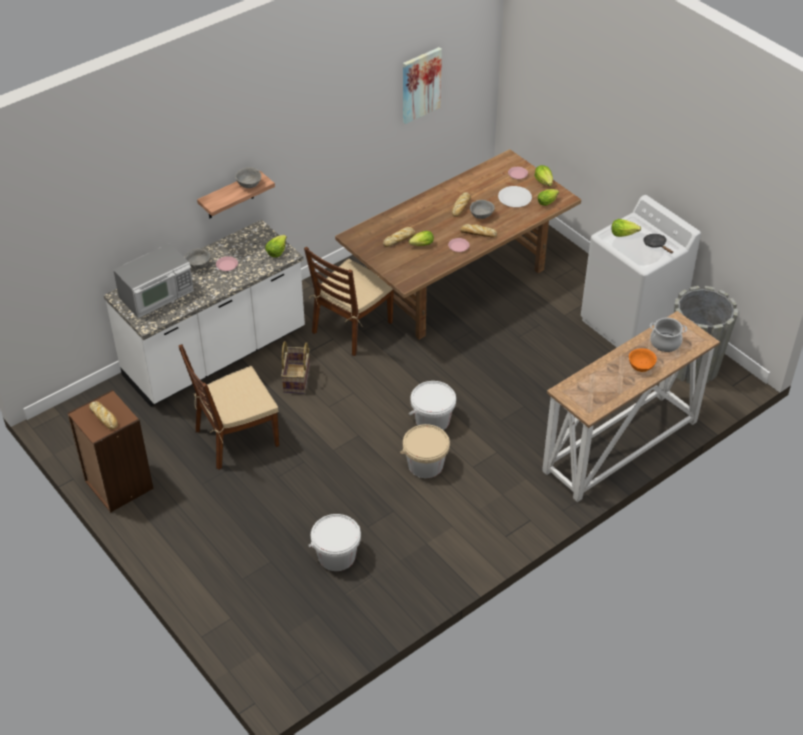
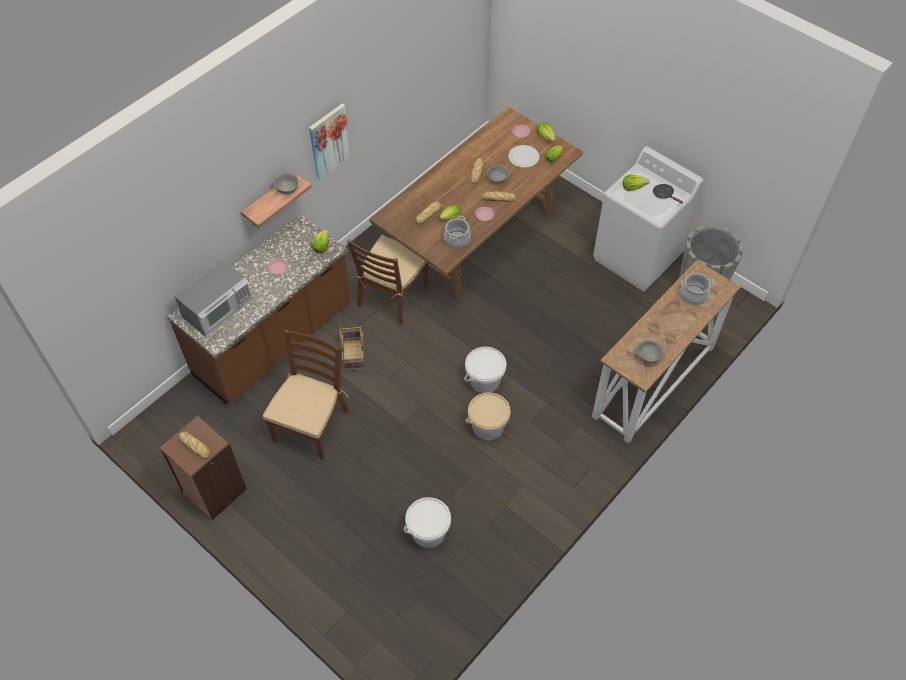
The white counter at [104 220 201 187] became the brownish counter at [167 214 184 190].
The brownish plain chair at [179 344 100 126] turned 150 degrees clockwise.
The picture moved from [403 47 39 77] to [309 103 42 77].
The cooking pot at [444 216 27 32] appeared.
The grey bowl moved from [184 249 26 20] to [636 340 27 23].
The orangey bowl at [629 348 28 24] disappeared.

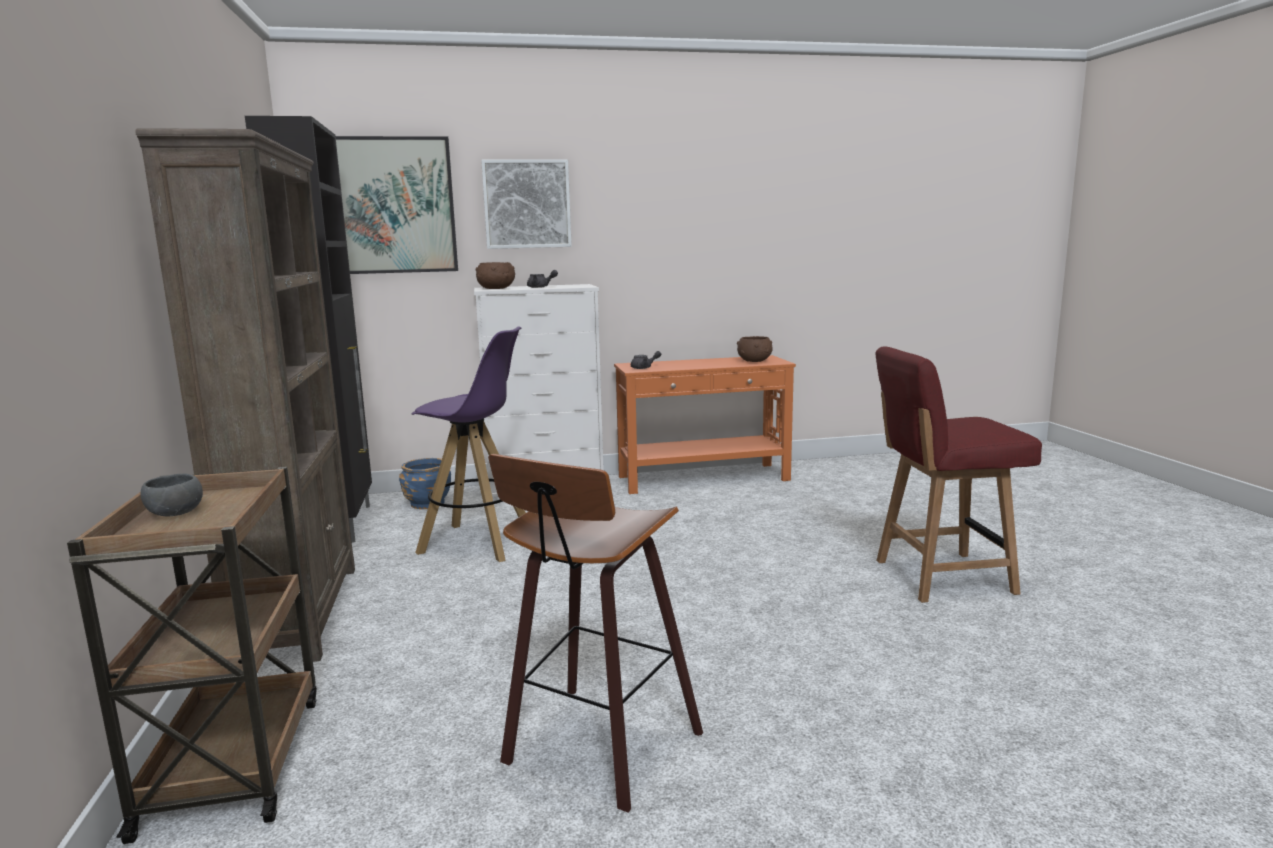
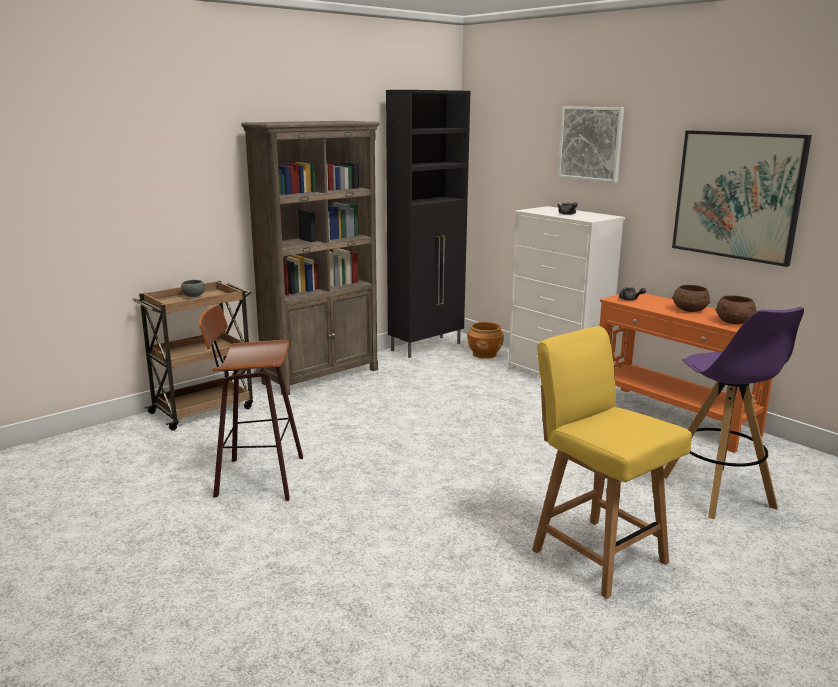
The bluish plant pot at [399 458 52 51] became the brownish plant pot at [467 322 37 37].
The red-coloured plain chair at [875 347 167 256] became the yellow plain chair at [532 326 160 273].
The purple stool seat moved from [412 326 114 236] to [664 307 140 212].
The picture moved from [336 136 122 138] to [672 130 140 137].
The brownish bowl moved from [476 262 39 27] to [672 285 38 27].

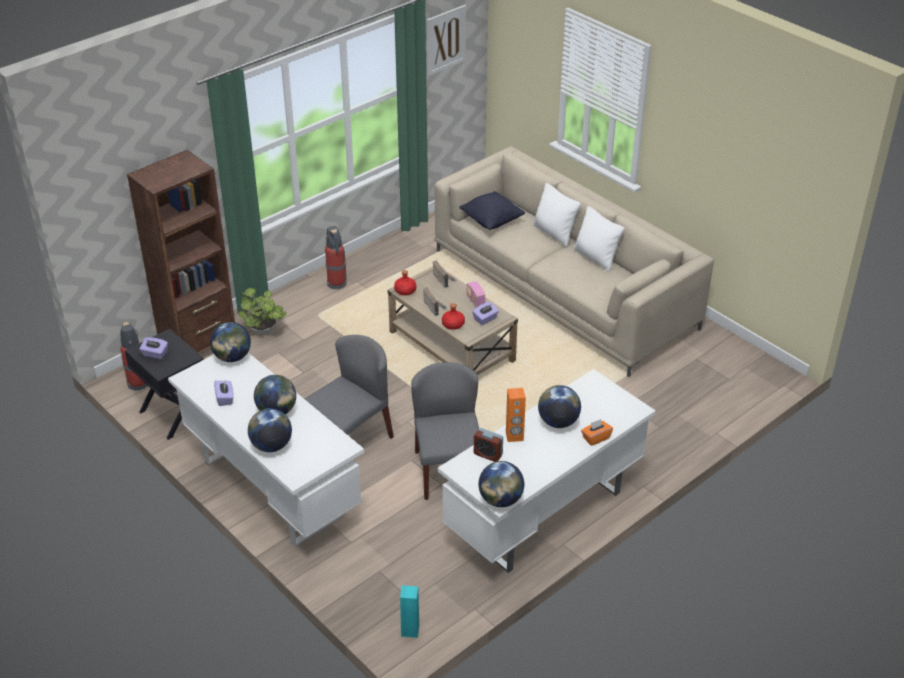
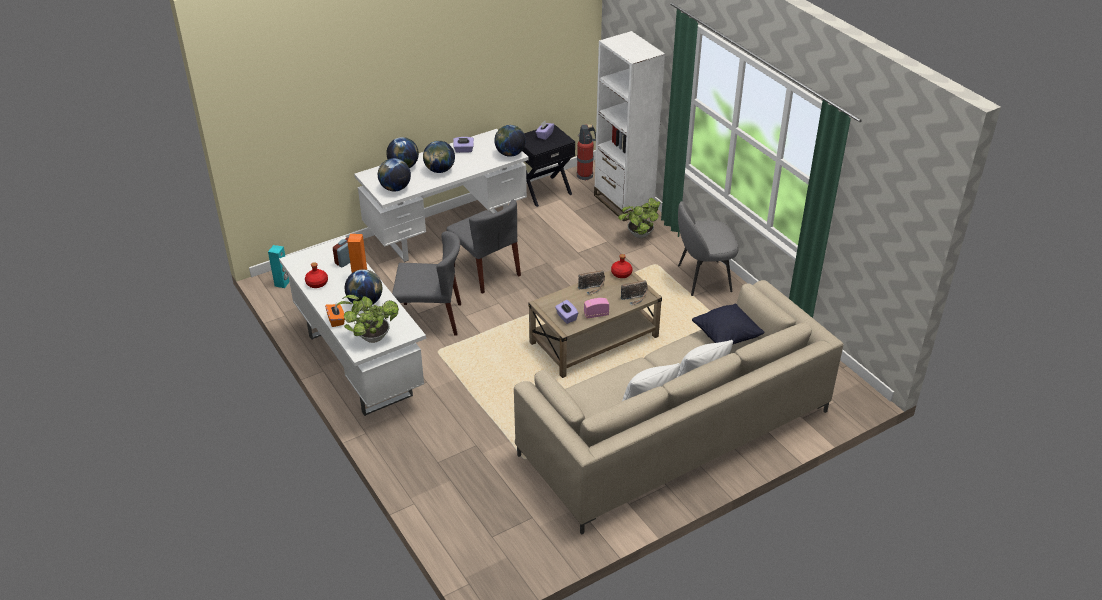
The red-coloured beverage bottle moved from [442 303 23 27] to [305 262 23 26].
The potted plant at [337 295 62 48] appeared.
The desk globe moved from [479 461 45 46] to [378 158 33 33].
The brownish shelving unit at [127 150 108 209] became the white shelving unit at [594 31 71 190].
The extinguisher at [325 226 22 63] was replaced by the grey plain chair at [678 201 61 95].
The picture at [427 5 39 71] disappeared.

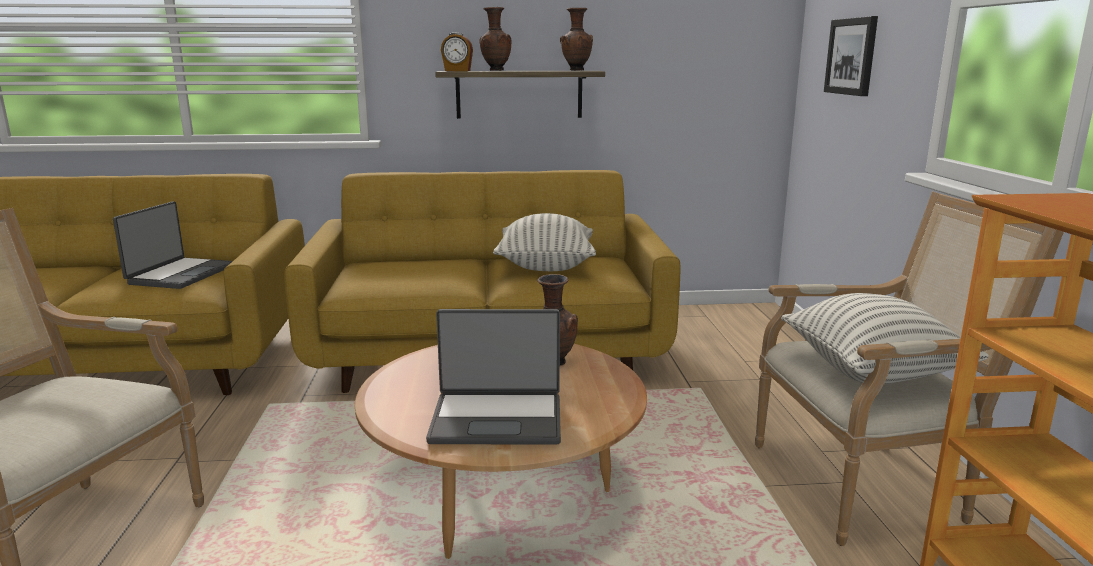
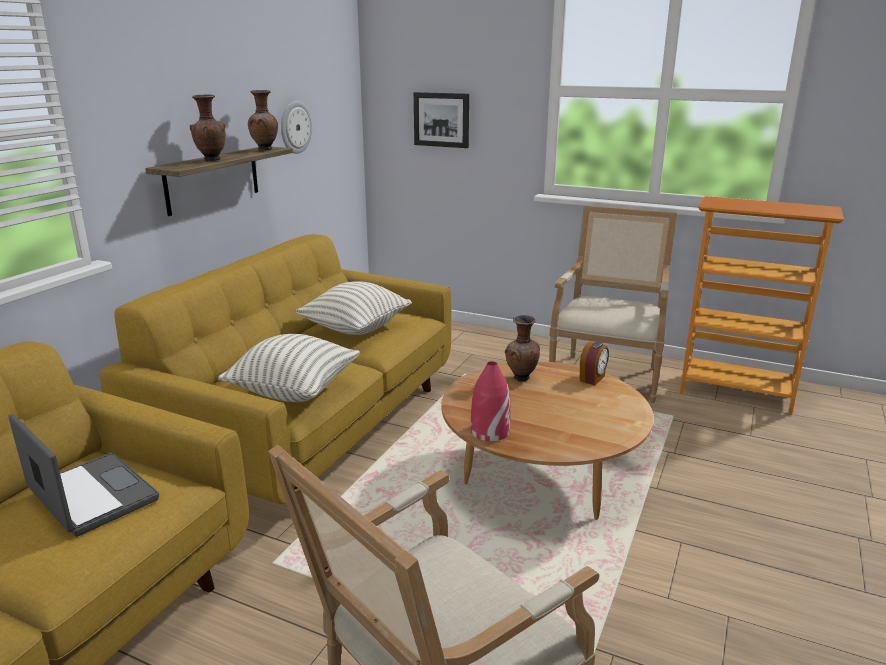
The pillow moved from [781 293 208 91] to [218 334 142 68].
The hanging clock at [281 101 31 53] appeared.
The red-coloured flower vase at [471 361 40 80] appeared.
The bedside clock moved from [441 32 32 39] to [580 341 29 44].
The laptop at [426 309 135 135] disappeared.

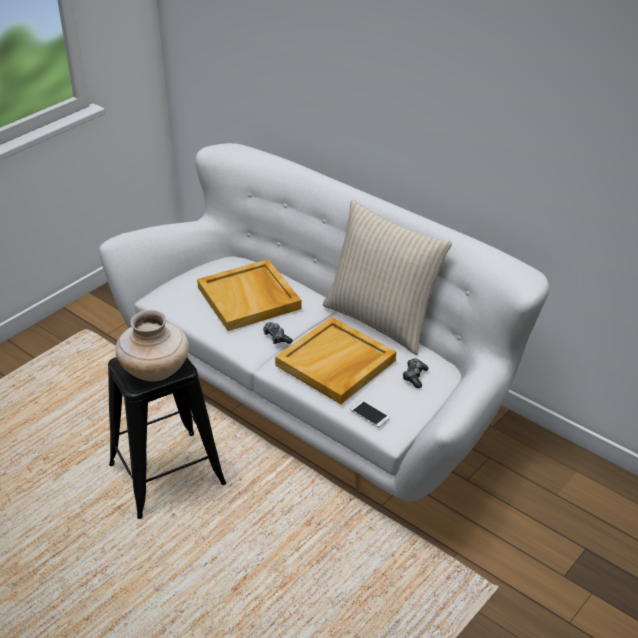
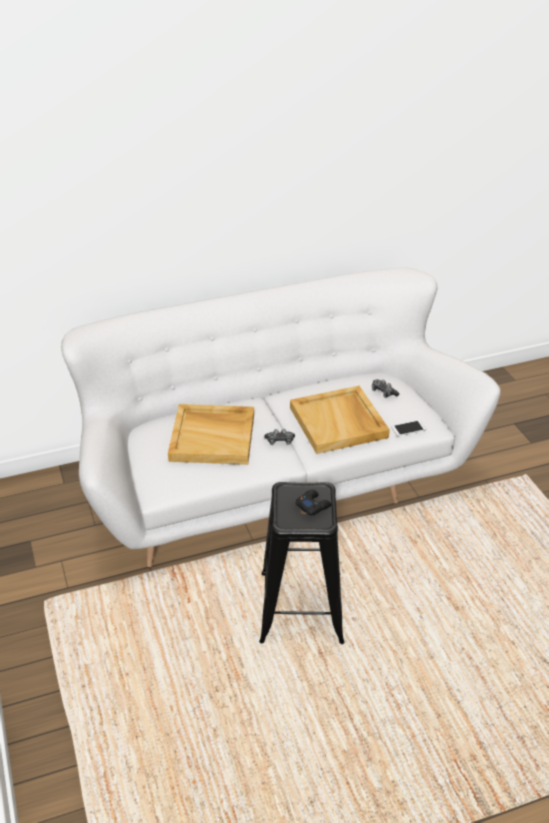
The beige-coloured flower vase at [115 310 74 71] was replaced by the blackish gamepad at [296 490 35 26].
The beige-coloured pillow at [323 200 129 155] disappeared.

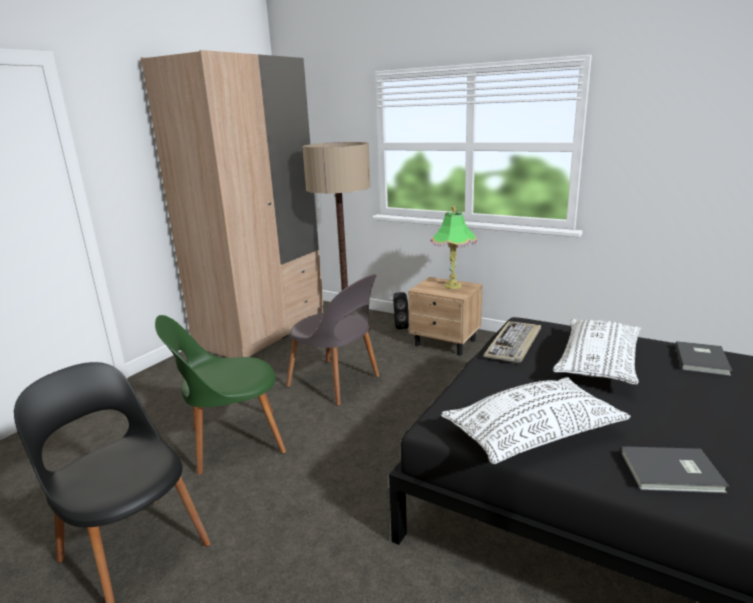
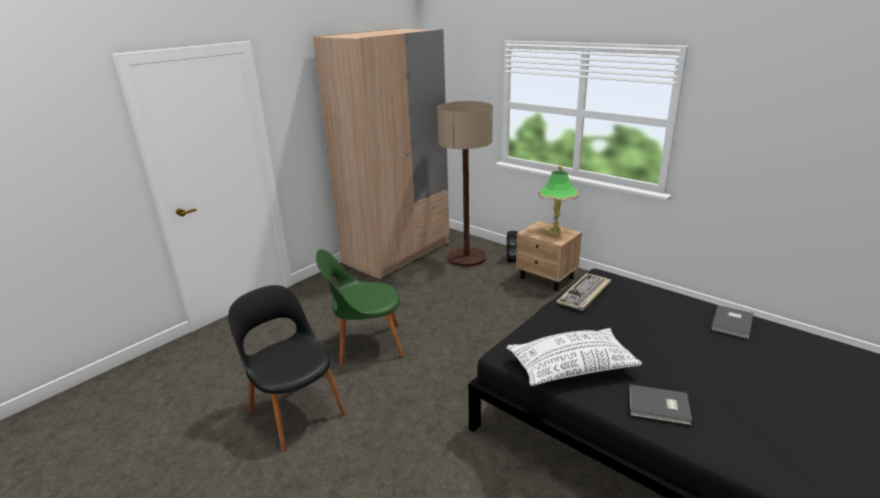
The grey plain chair at [286 274 93 132] disappeared.
The white pillow at [553 319 88 66] disappeared.

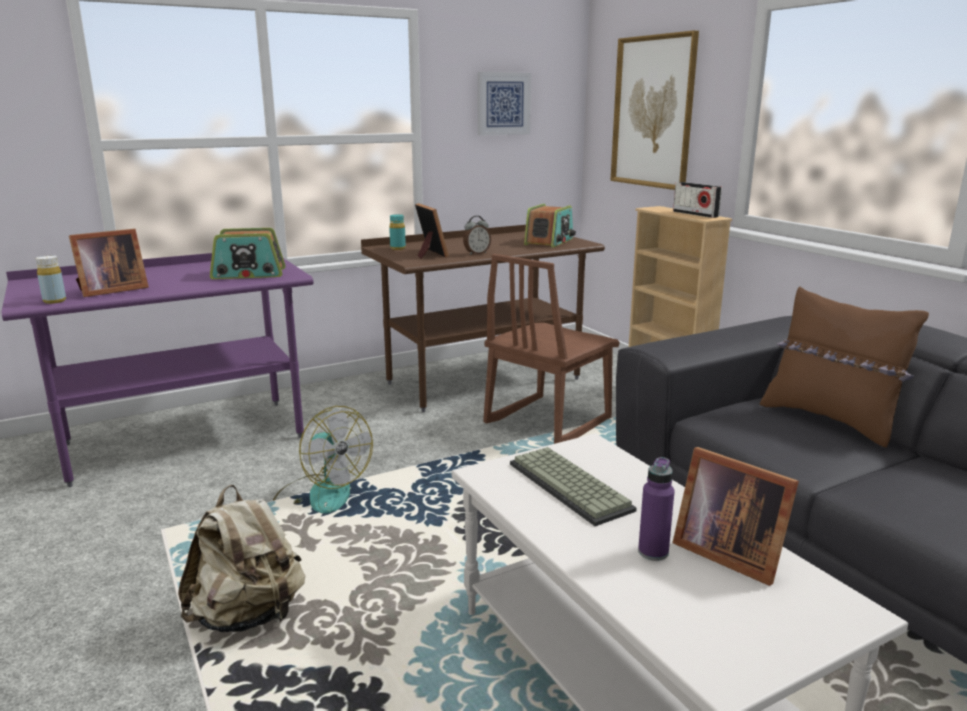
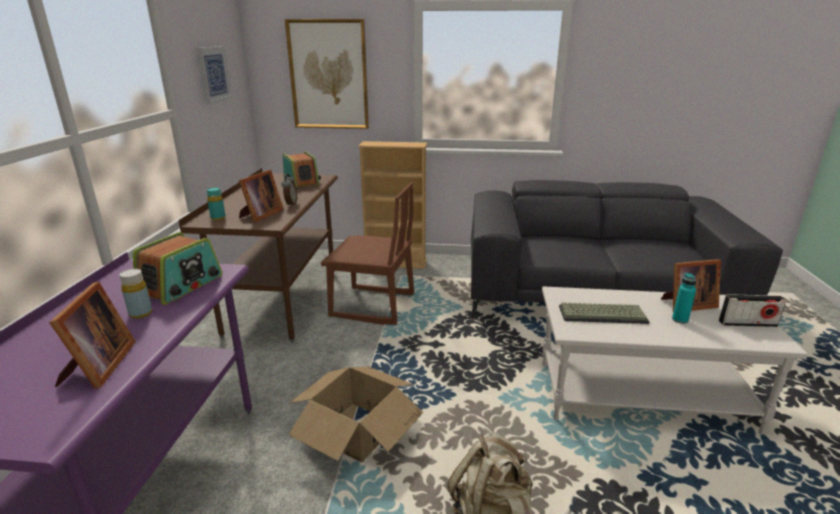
The yellow beverage bottle moved from [36 255 30 49] to [119 269 33 50].
The standing frame at [415 203 34 56] turned 105 degrees clockwise.
The electric fan at [273 406 100 107] was replaced by the cardboard box at [289 366 134 96].
The brownish plain chair at [483 254 137 190] turned 60 degrees counterclockwise.
The purple beverage bottle at [638 457 37 104] became the blue-green beverage bottle at [672 273 24 51].
The radio set moved from [673 182 49 36] to [719 294 67 33].
The brownish pillow at [760 287 169 161] disappeared.

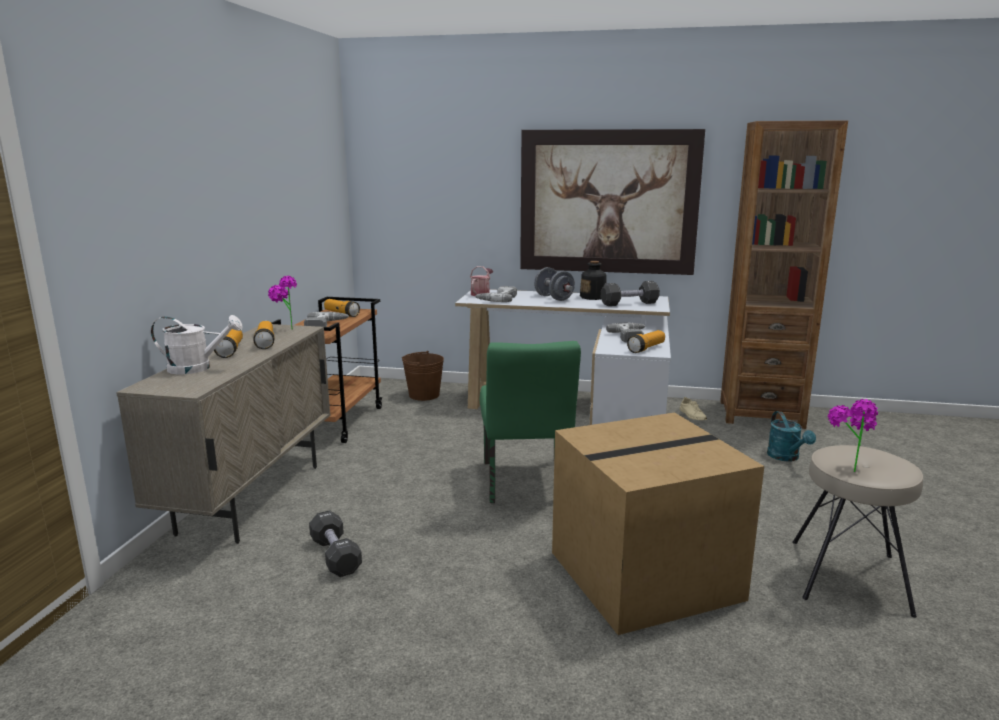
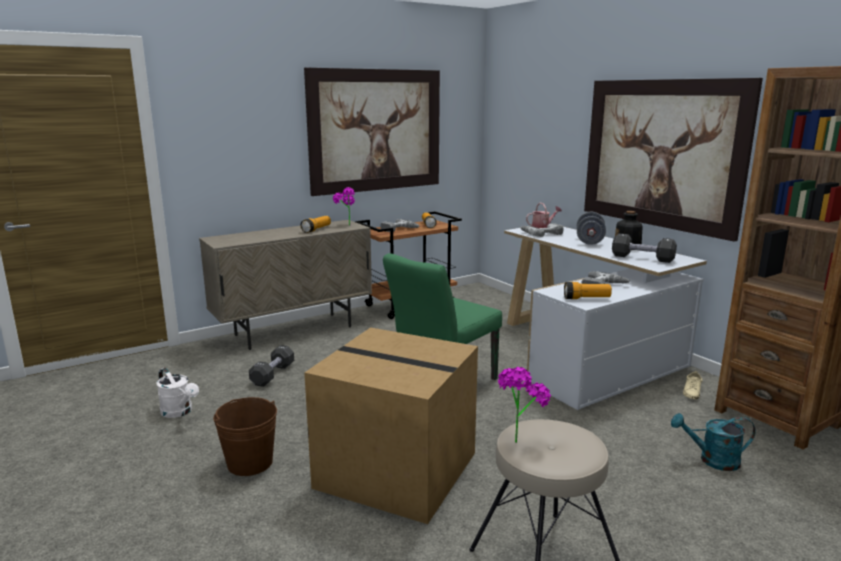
The white sprinkling can moved from [151 315 91 59] to [156 368 43 50].
The brownish bucket moved from [402 351 42 50] to [213 397 64 79].
The picture at [304 68 136 128] appeared.
The blue-green sprinkling can at [767 411 49 51] turned 60 degrees clockwise.
The hand torch at [214 329 29 29] disappeared.

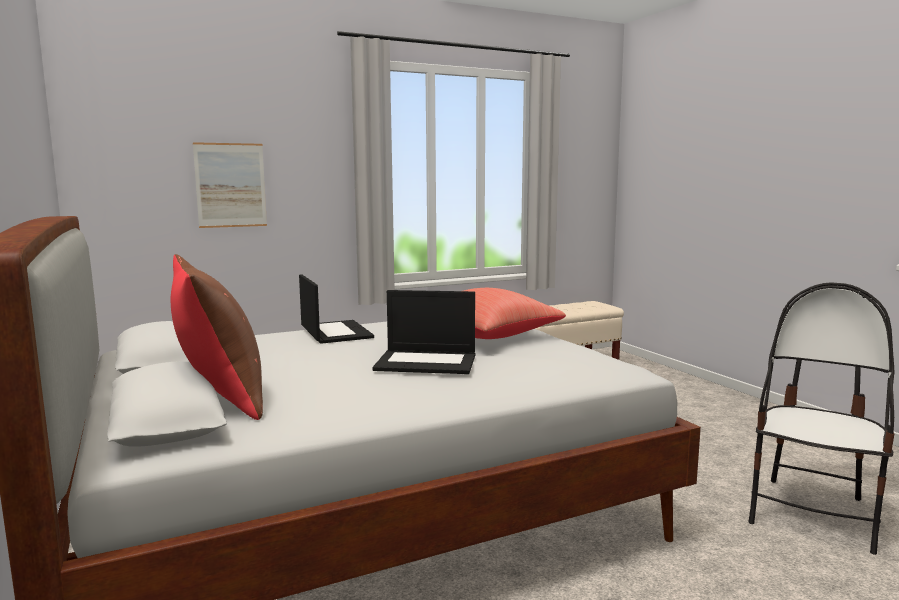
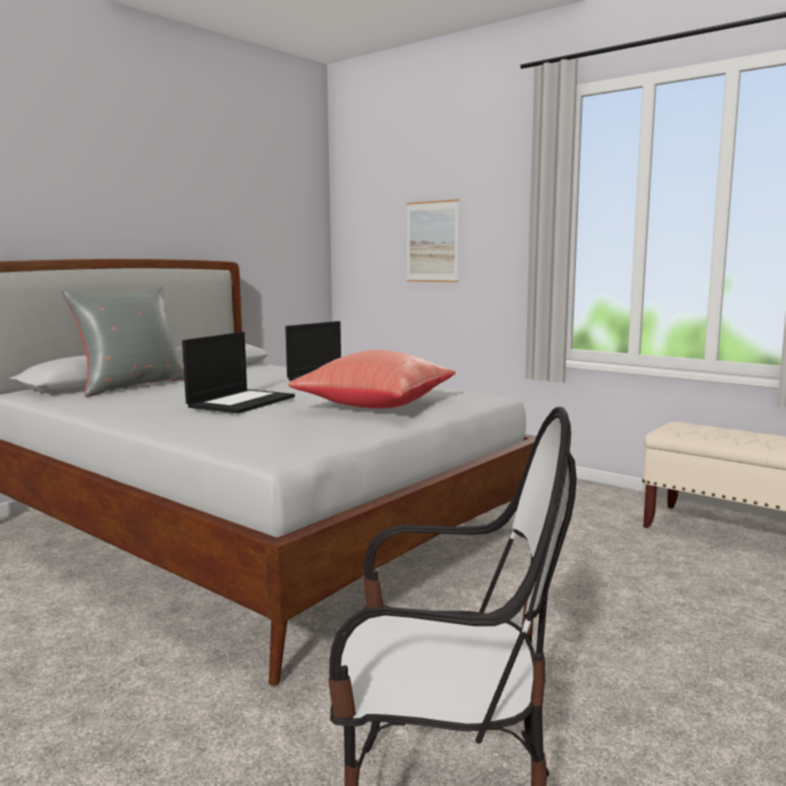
The brownish pillow at [171 254 92 166] became the grey pillow at [60 285 124 112].
The laptop at [372 290 103 84] turned 135 degrees counterclockwise.

